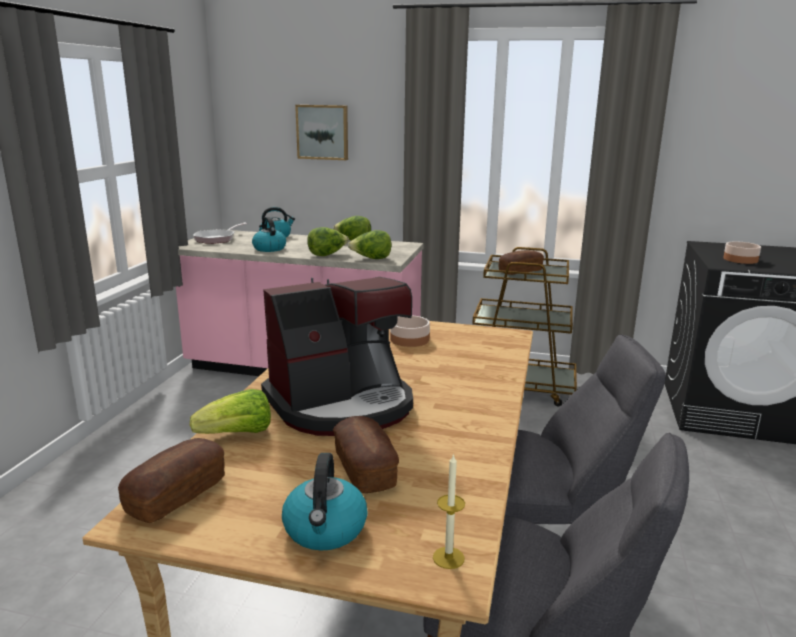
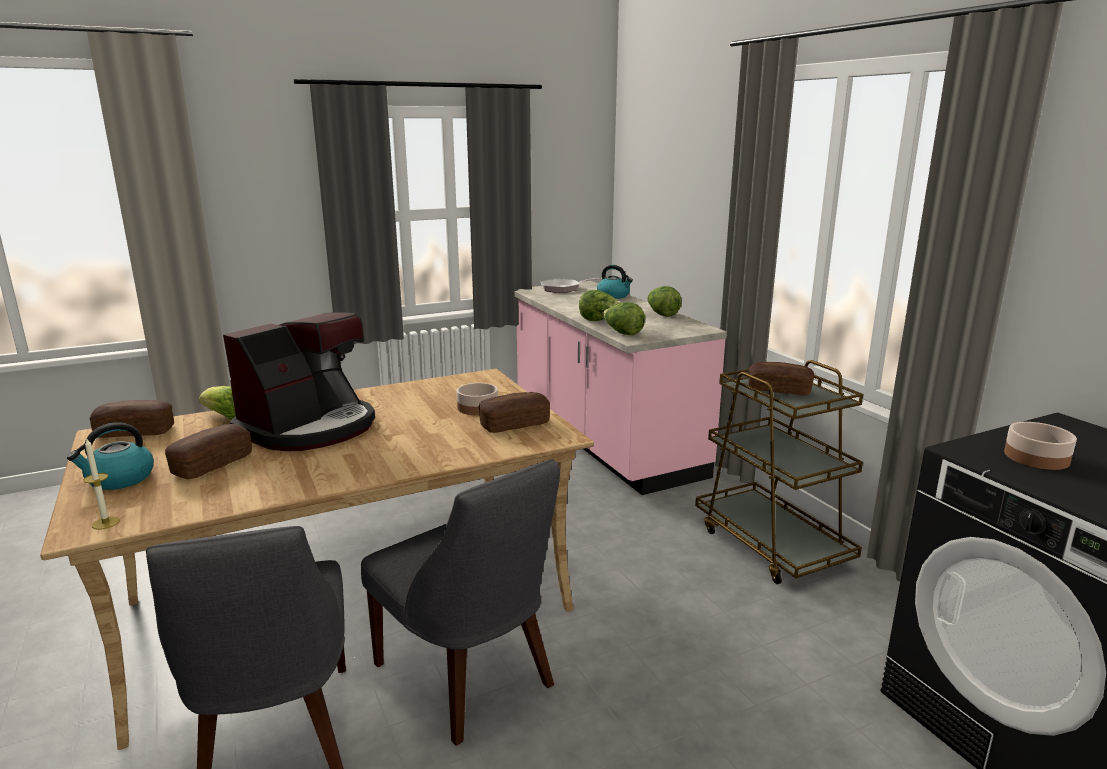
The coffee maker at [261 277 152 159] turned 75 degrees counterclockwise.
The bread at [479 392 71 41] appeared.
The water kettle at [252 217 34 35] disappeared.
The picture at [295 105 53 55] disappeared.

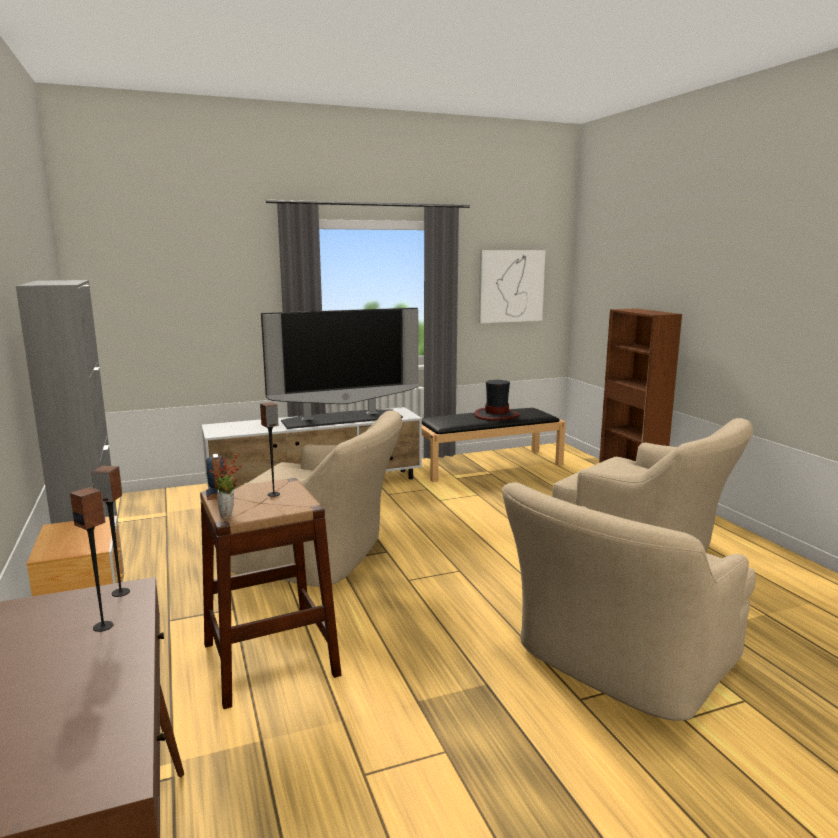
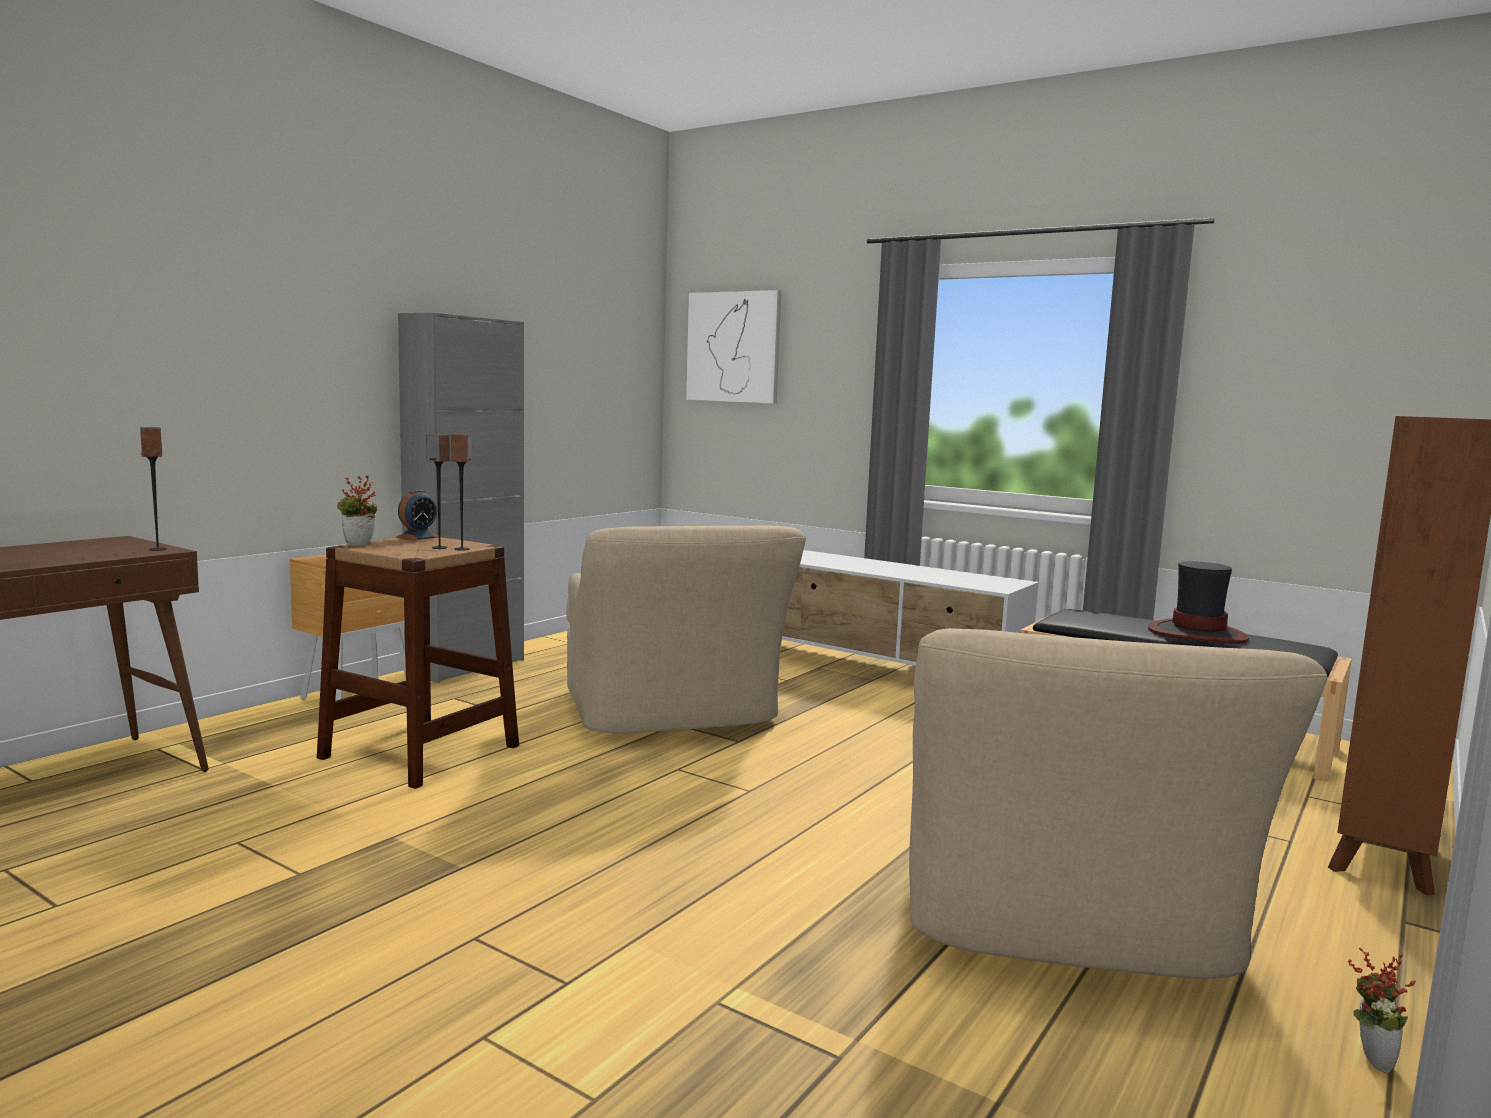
The audio speaker moved from [70 487 43 145] to [451 434 21 117].
The picture moved from [479 250 67 73] to [686 290 95 114].
The potted plant at [1347 948 69 126] appeared.
The TV set at [261 308 157 121] disappeared.
The beige-coloured lounge chair at [502 482 254 239] disappeared.

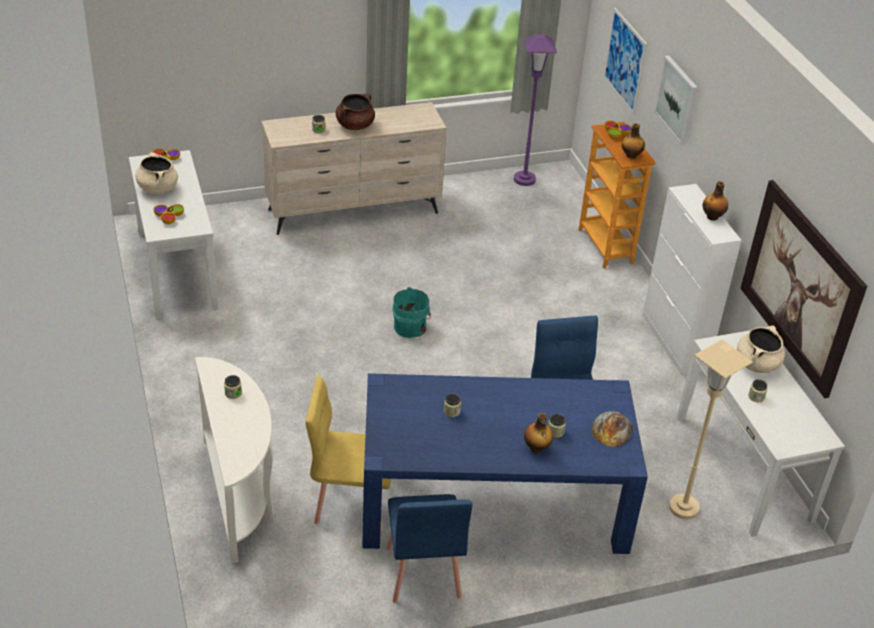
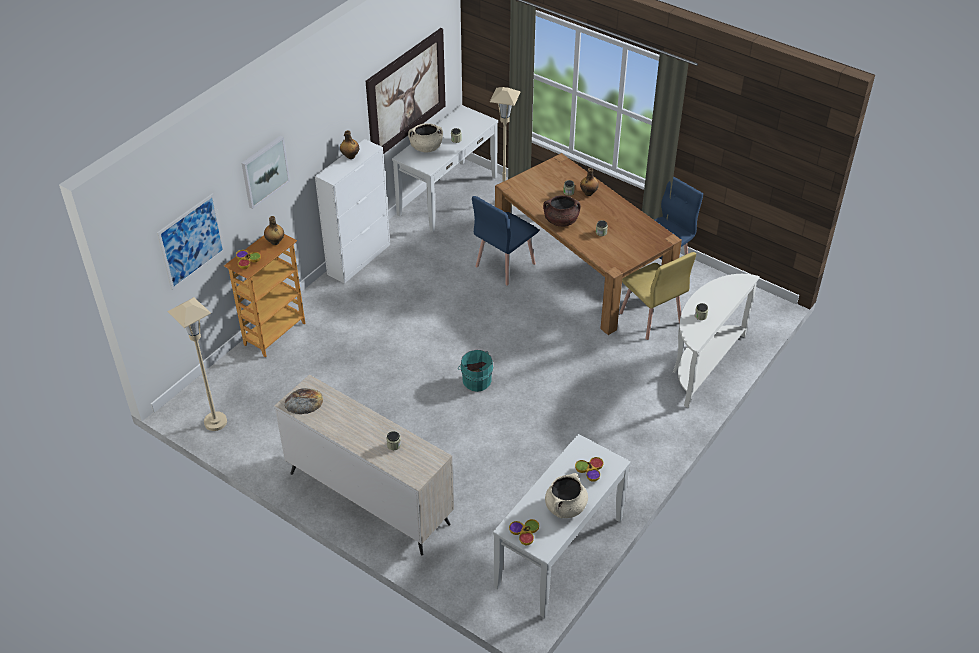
The purple standing lamp at [514 34 43 152] became the beige-coloured standing lamp at [168 297 59 134].
The bread moved from [591 411 43 36] to [285 388 38 26].
The bluish dining table at [362 373 286 181] became the brownish dining table at [495 153 187 182].
The brownish cooking pot moved from [336 94 39 36] to [543 195 38 32].

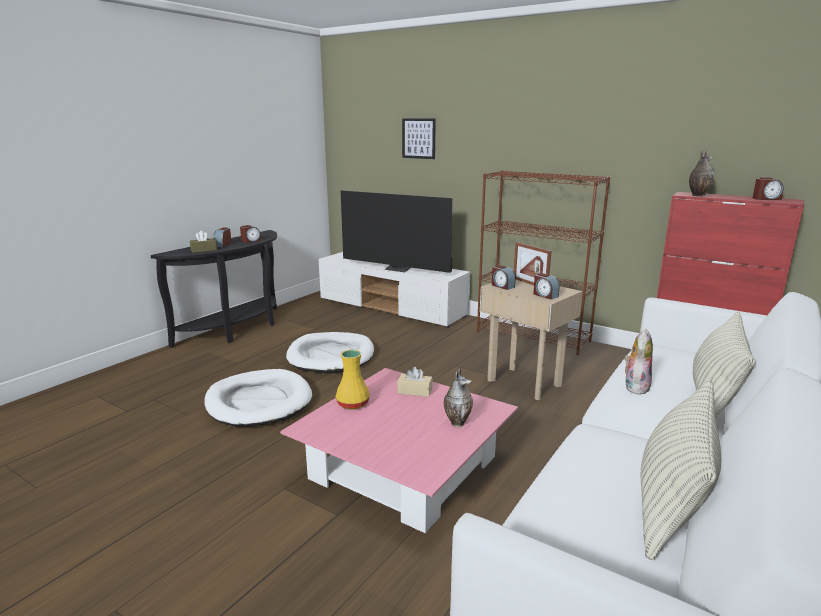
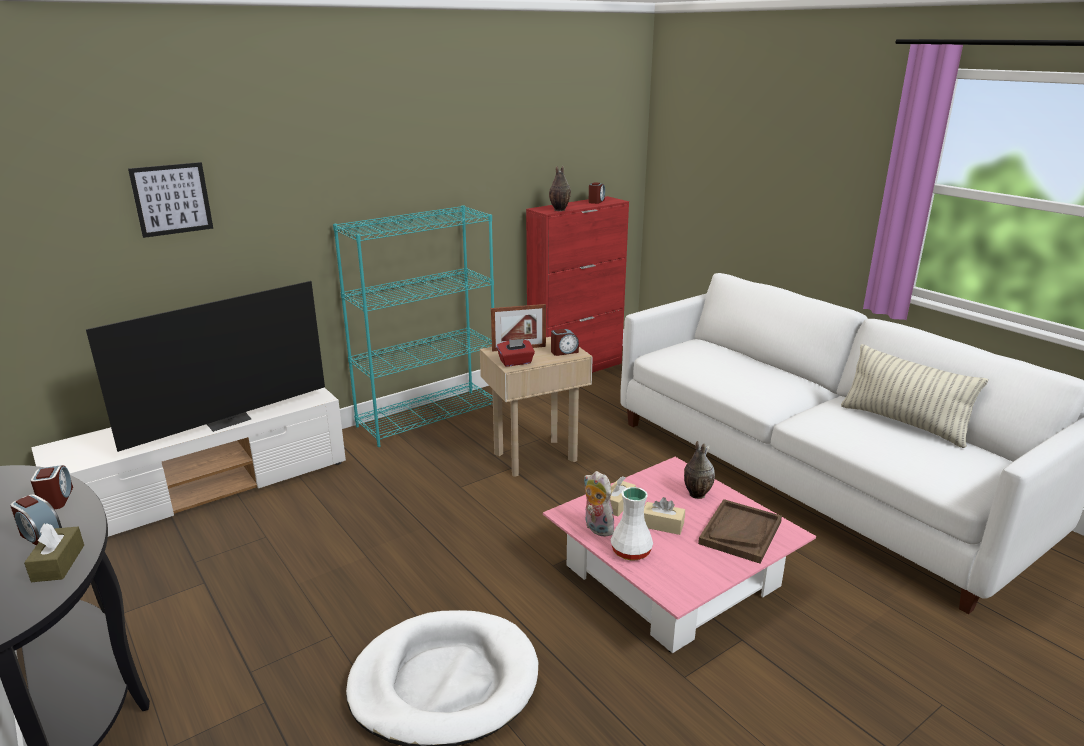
The brownish shelving unit at [477 170 133 185] became the blue-green shelving unit at [333 206 161 241].
The bedside clock at [492 265 24 25] was replaced by the red-coloured box of tissues at [497 339 38 28].
The soft toy moved from [624 328 29 66] to [584 471 30 66].
The yellow flower vase at [335 350 35 60] became the white flower vase at [611 487 42 74].
The beige-coloured box of tissues at [644 497 41 38] appeared.
The brownish tray at [698 499 84 65] appeared.
The white pet bed at [286 332 88 42] disappeared.
The pillow at [693 311 63 106] disappeared.

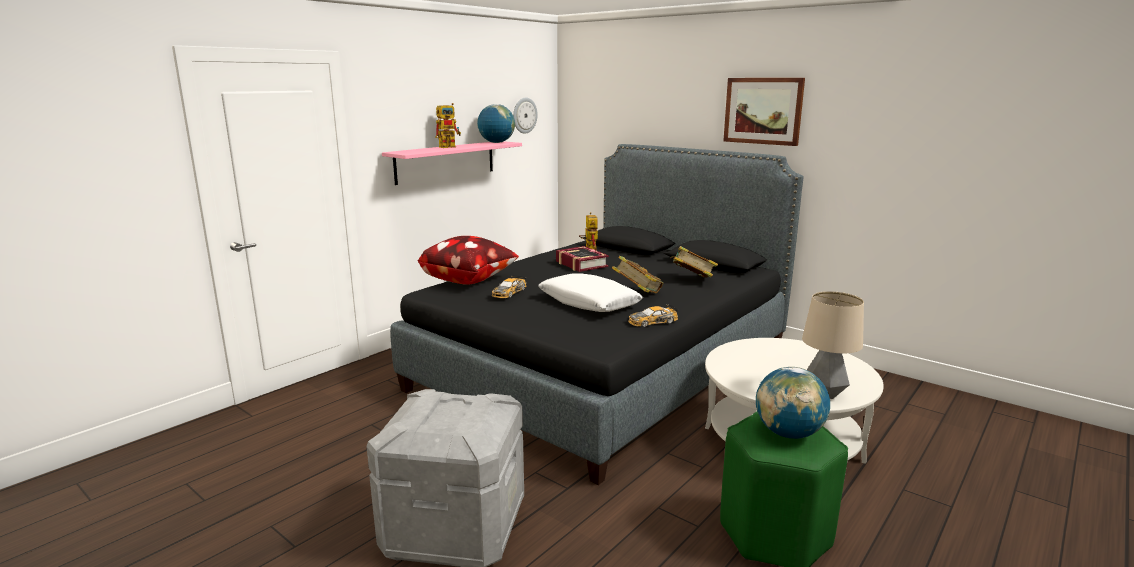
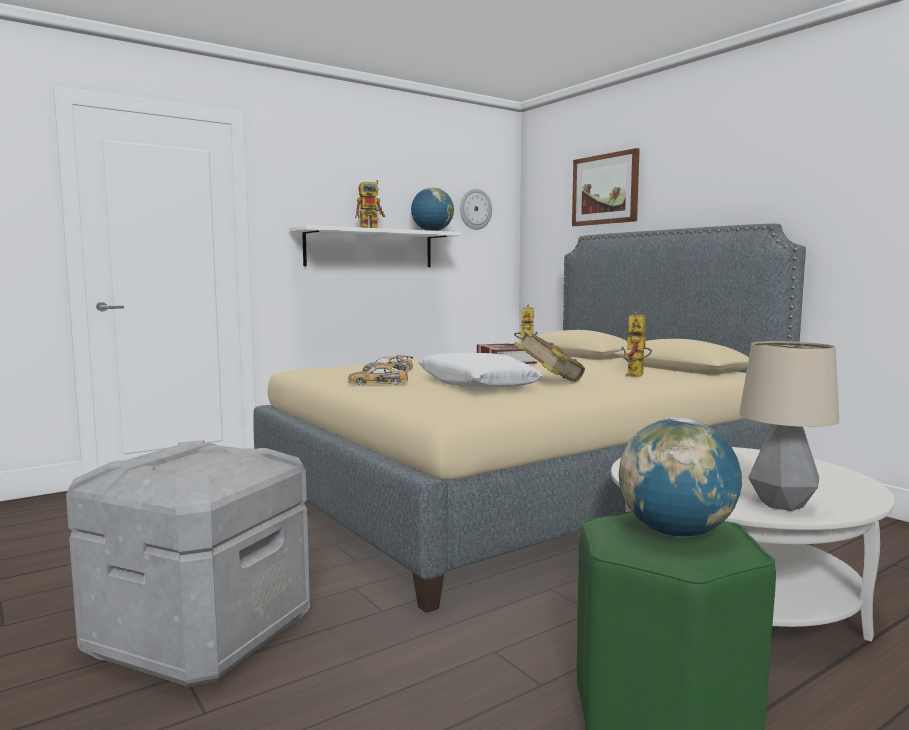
The blackish bed at [390 144 413 341] became the beige-coloured bed at [253 224 553 389].
The pink bracket shelf at [382 141 140 44] became the white bracket shelf at [289 225 173 42].
The toy car moved from [628 304 50 23] to [347 366 62 19].
The picture moved from [723 78 82 68] to [572 148 68 78].
The bound book at [670 246 48 32] was replaced by the robot figure at [621 312 31 65].
The pillow at [418 236 101 49] disappeared.

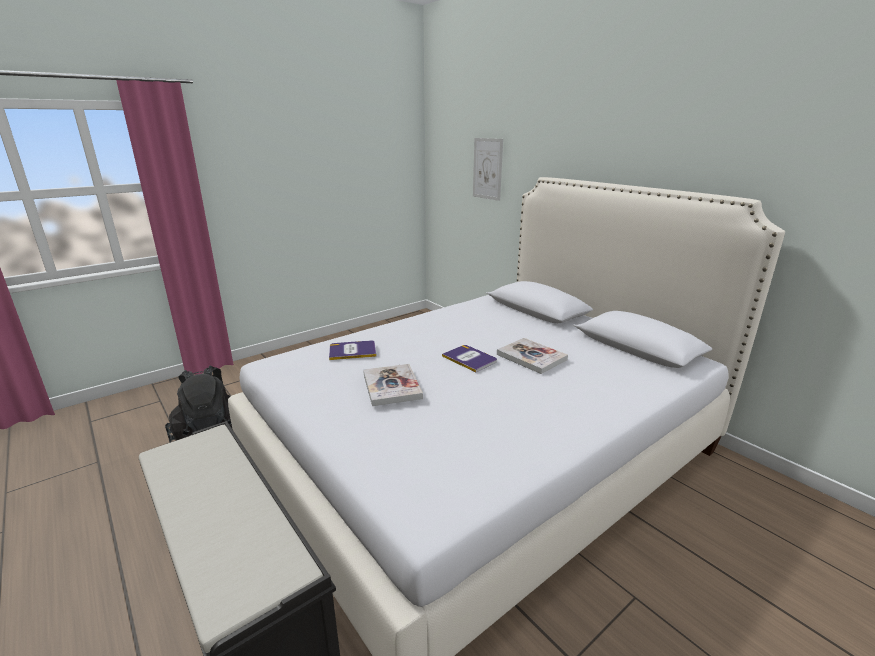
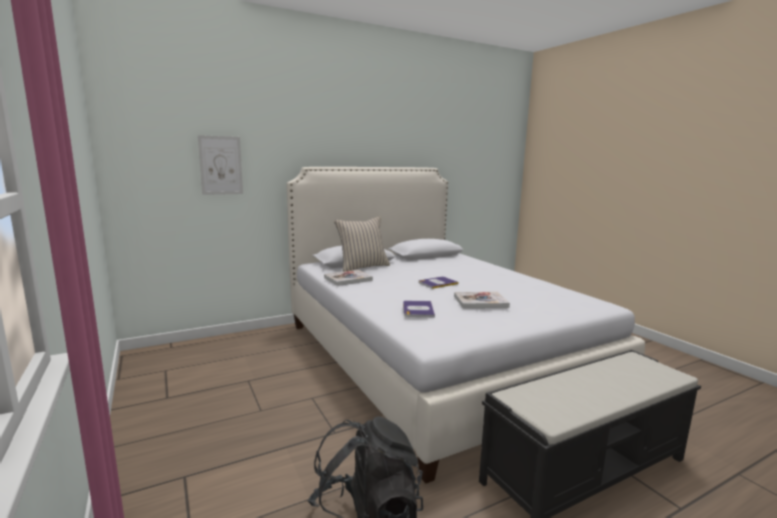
The bound book moved from [497 338 71 36] to [324 270 49 16].
The beige-coloured pillow at [334 216 56 56] appeared.

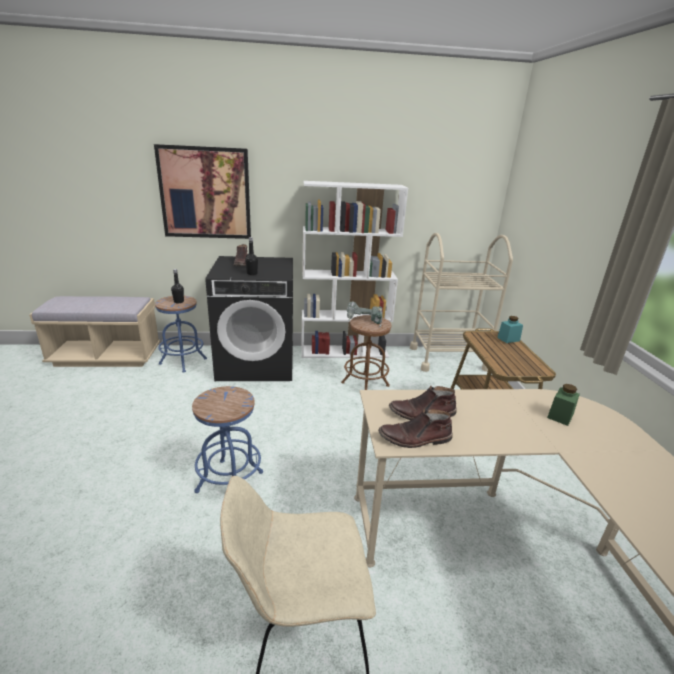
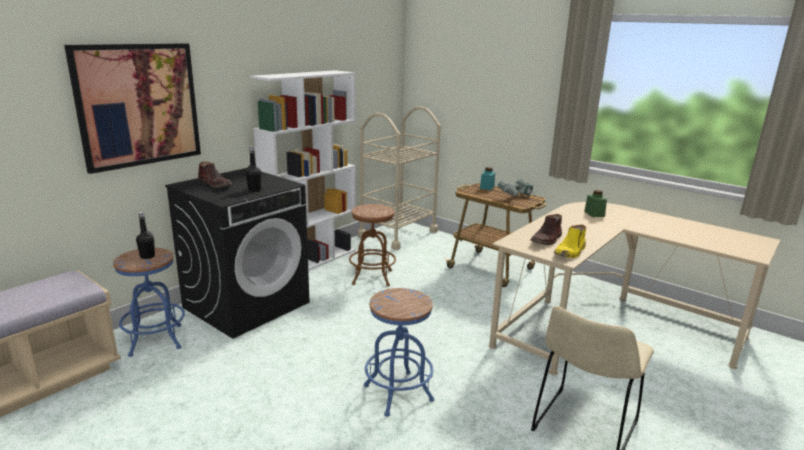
The power drill moved from [347 301 36 26] to [498 179 38 18].
The brownish tall boot at [378 408 75 40] became the yellow tall boot at [554 224 32 34].

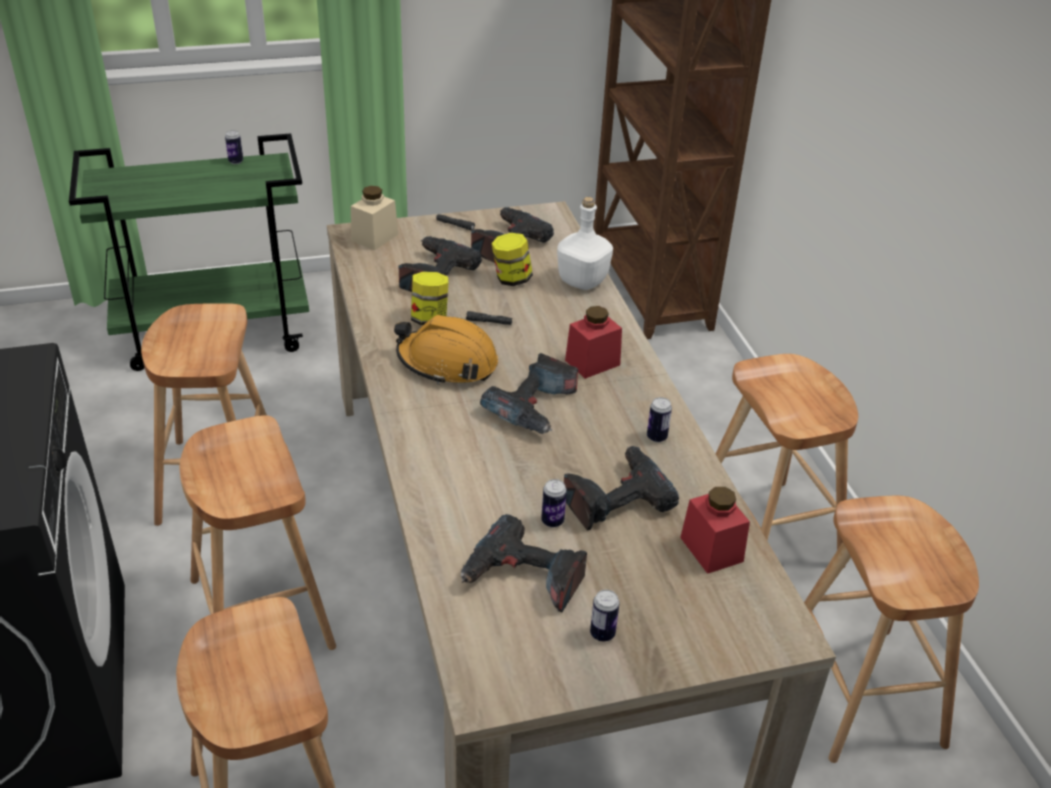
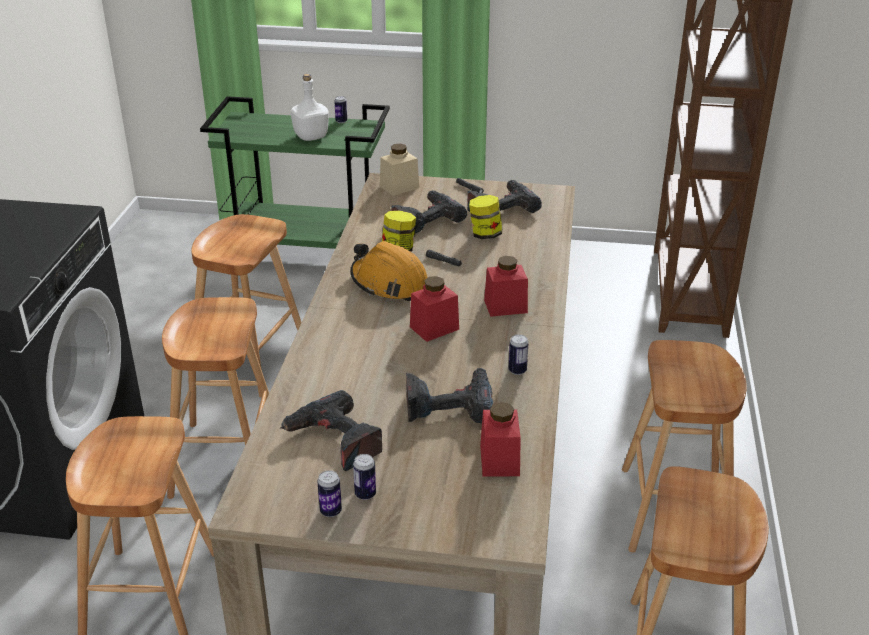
The white beverage bottle moved from [557 197 56 93] to [291 74 38 67].
The metal can moved from [541 479 26 48] to [317 470 25 47].
The power drill at [480 353 98 81] was replaced by the red-coloured preserve jar at [410 276 49 66].

